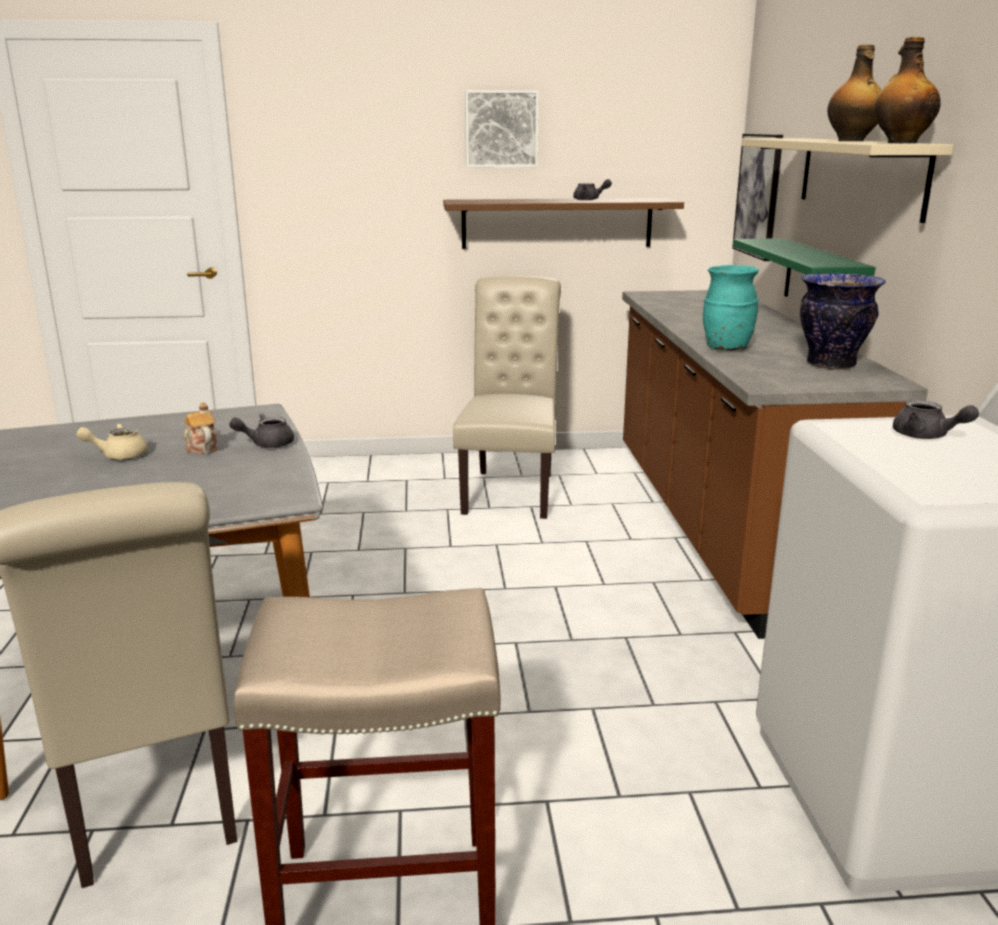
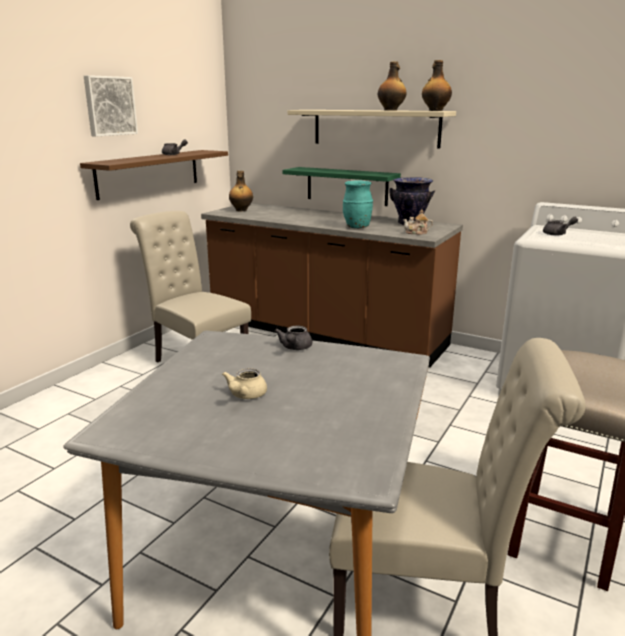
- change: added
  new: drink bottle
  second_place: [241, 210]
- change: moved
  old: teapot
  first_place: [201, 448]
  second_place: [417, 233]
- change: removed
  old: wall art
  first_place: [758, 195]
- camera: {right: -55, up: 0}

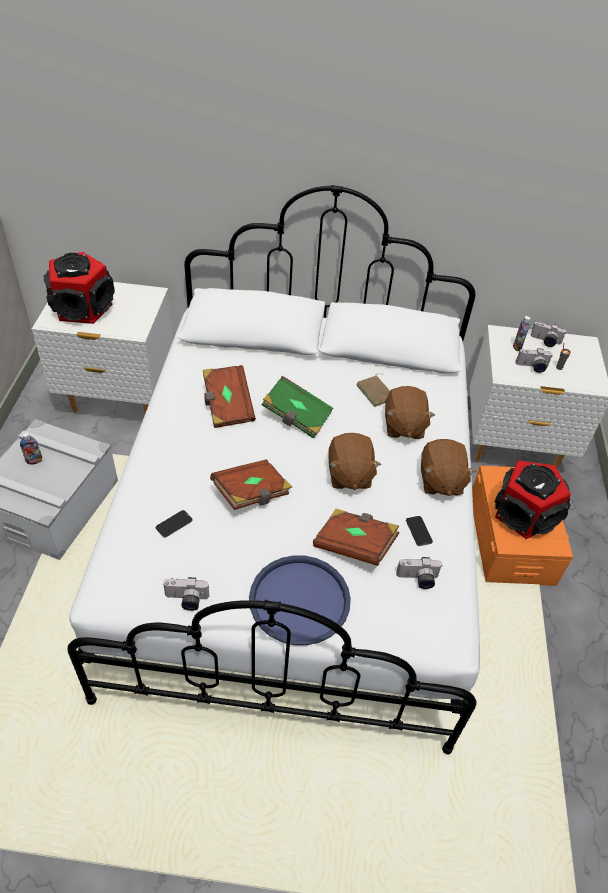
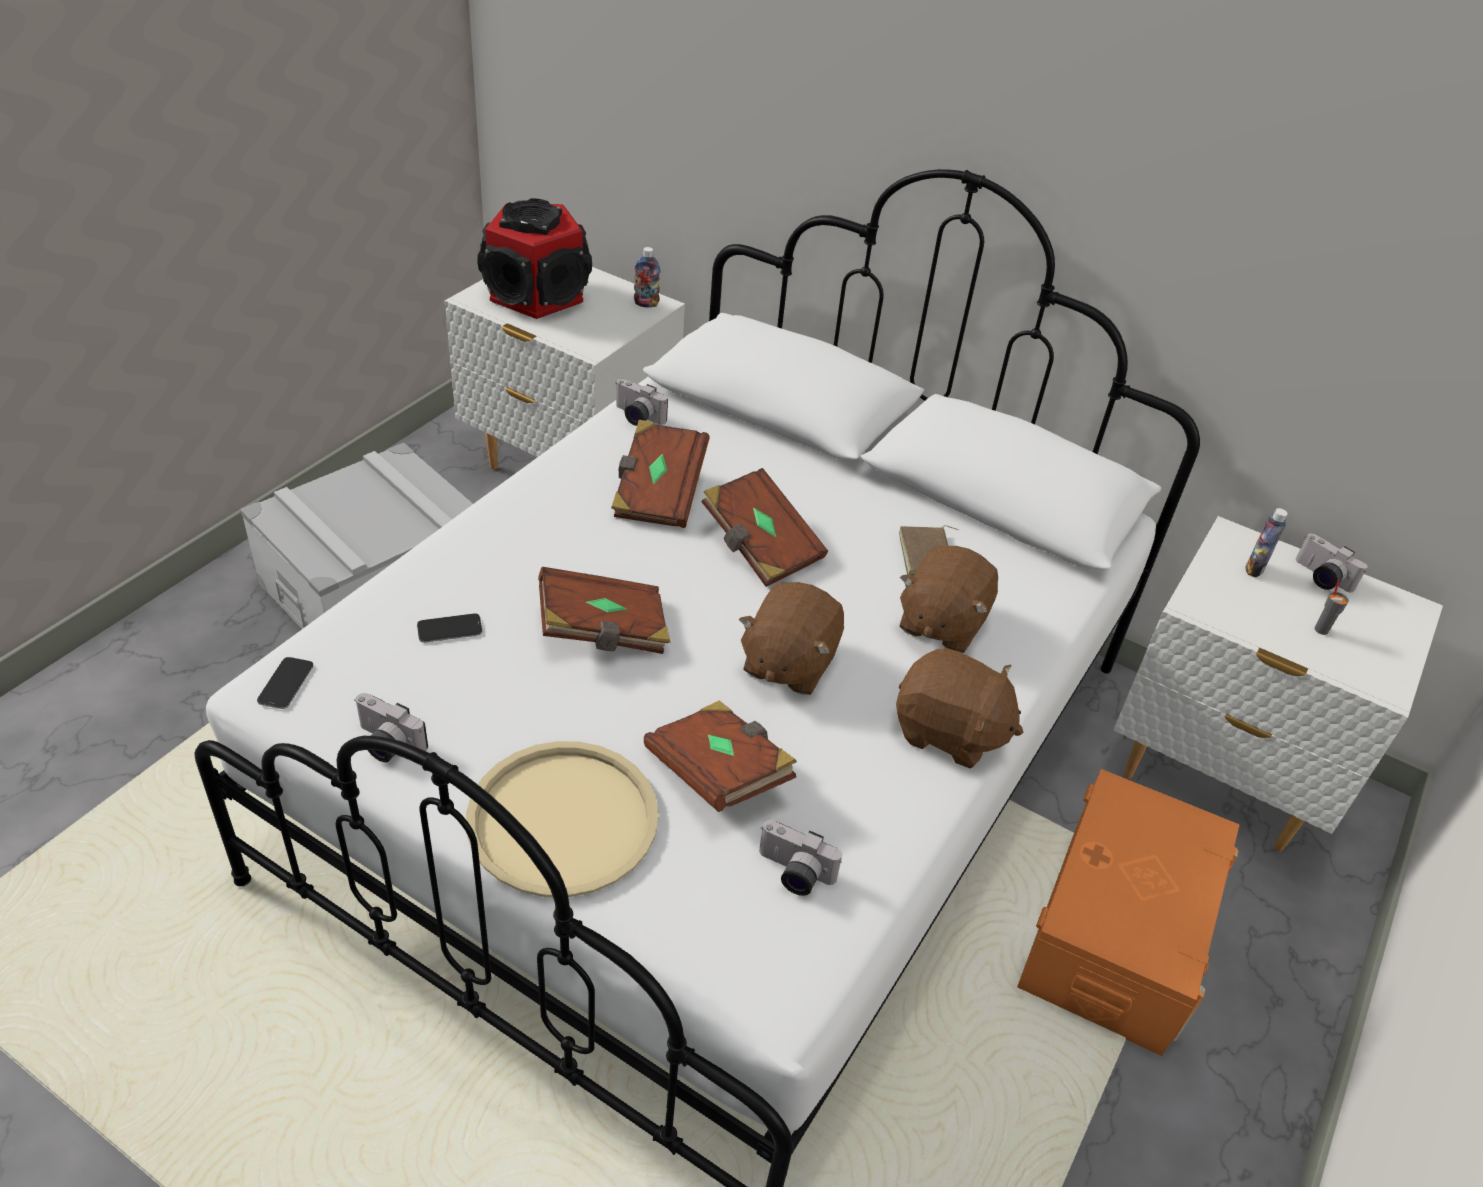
- change: moved
  old: phone
  first_place: [418, 531]
  second_place: [286, 684]
- change: recoloured
  old: blue tray
  new: sand-coloured tray
  first_place: [299, 600]
  second_place: [562, 819]
- change: moved
  old: still camera
  first_place: [532, 367]
  second_place: [636, 417]
- change: moved
  old: drink bottle
  first_place: [34, 461]
  second_place: [646, 304]
- change: recoloured
  old: green-coloured volume
  new: brown volume
  first_place: [296, 417]
  second_place: [760, 546]
- change: turned
  old: brown plush toy
  first_place: [440, 481]
  second_place: [949, 733]
  degrees: -90
- change: removed
  old: audio speaker
  first_place: [524, 514]
- camera: {right: 25, up: -5}

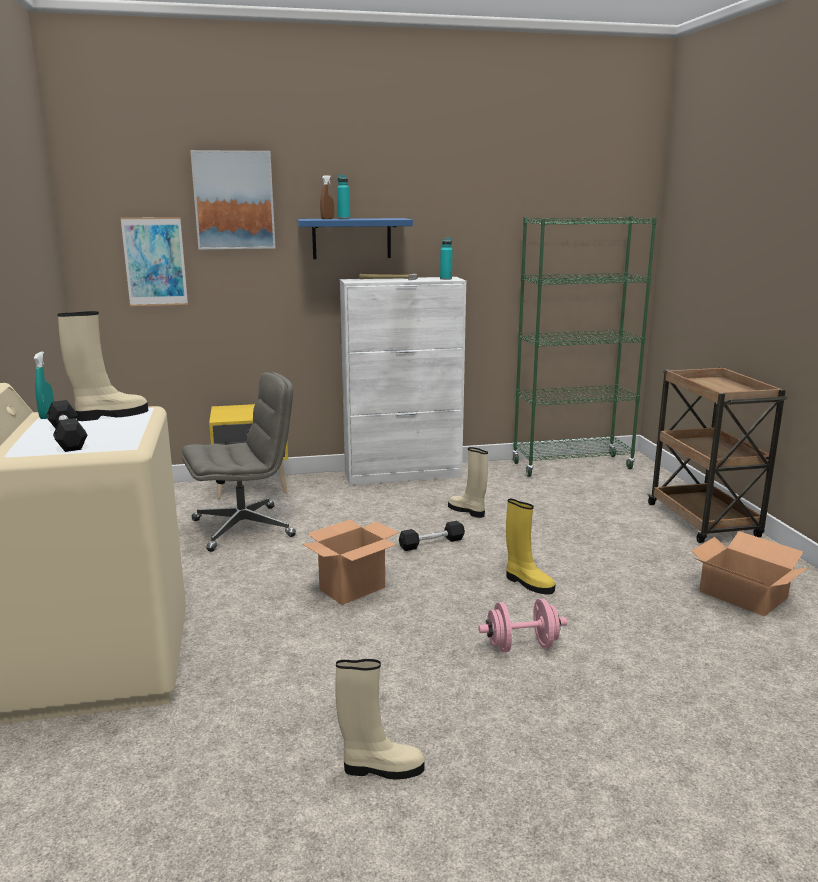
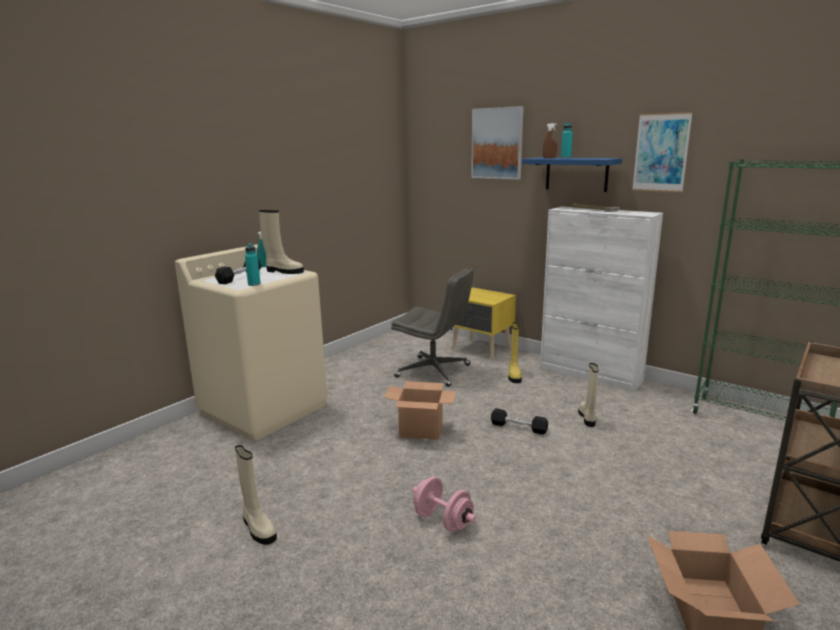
- change: moved
  old: turquoise drink bottle
  first_place: [446, 279]
  second_place: [254, 284]
- change: moved
  old: yellow-coloured high-top boot
  first_place: [528, 583]
  second_place: [514, 375]
- change: moved
  old: wall art
  first_place: [155, 261]
  second_place: [661, 152]
- camera: {right: 50, up: 0}

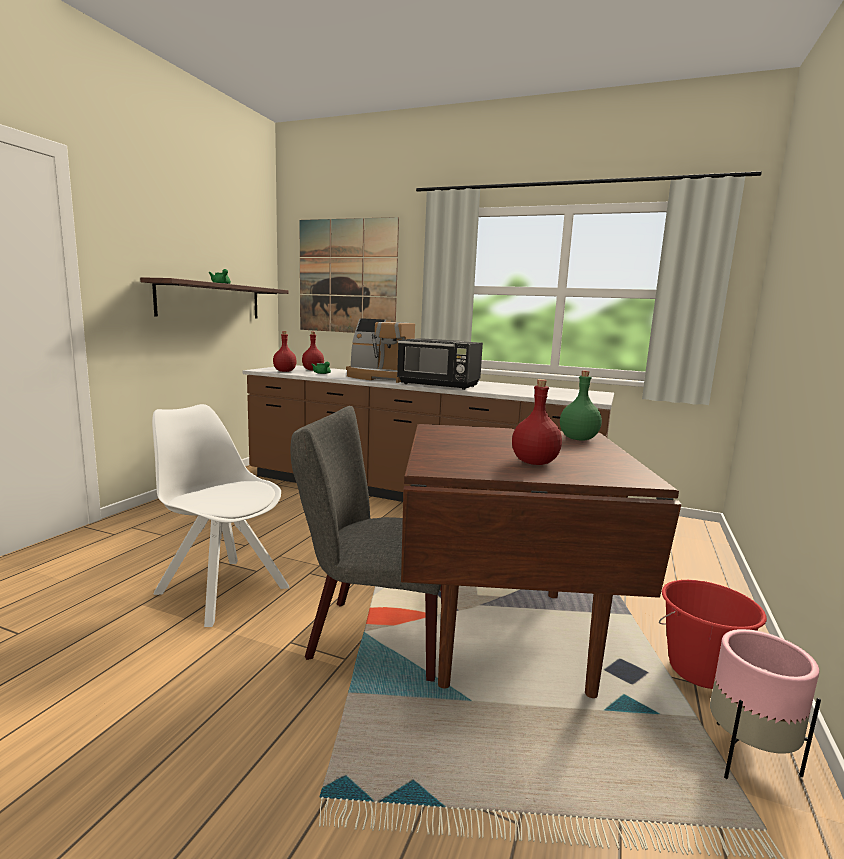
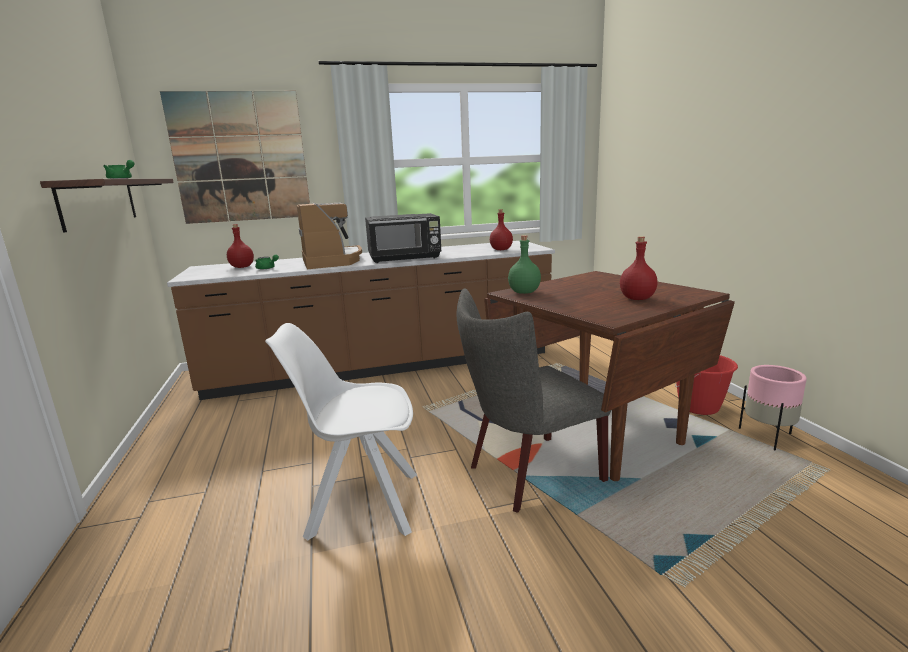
- change: turned
  old: coffee machine
  first_place: [380, 377]
  second_place: [332, 261]
  degrees: -90
- change: moved
  old: reddish drink bottle
  first_place: [285, 371]
  second_place: [501, 249]
- change: moved
  old: green-coloured drink bottle
  first_place: [578, 439]
  second_place: [523, 292]
- camera: {right: -35, up: 5}

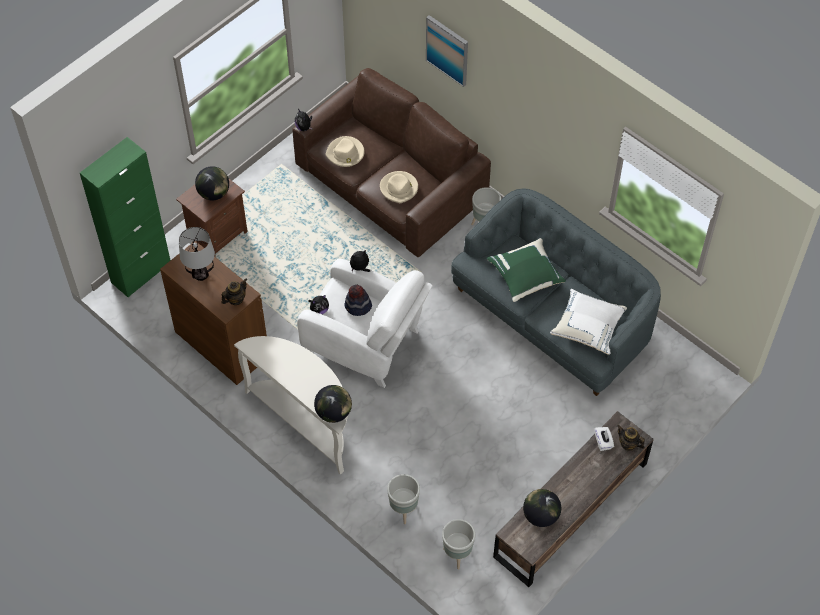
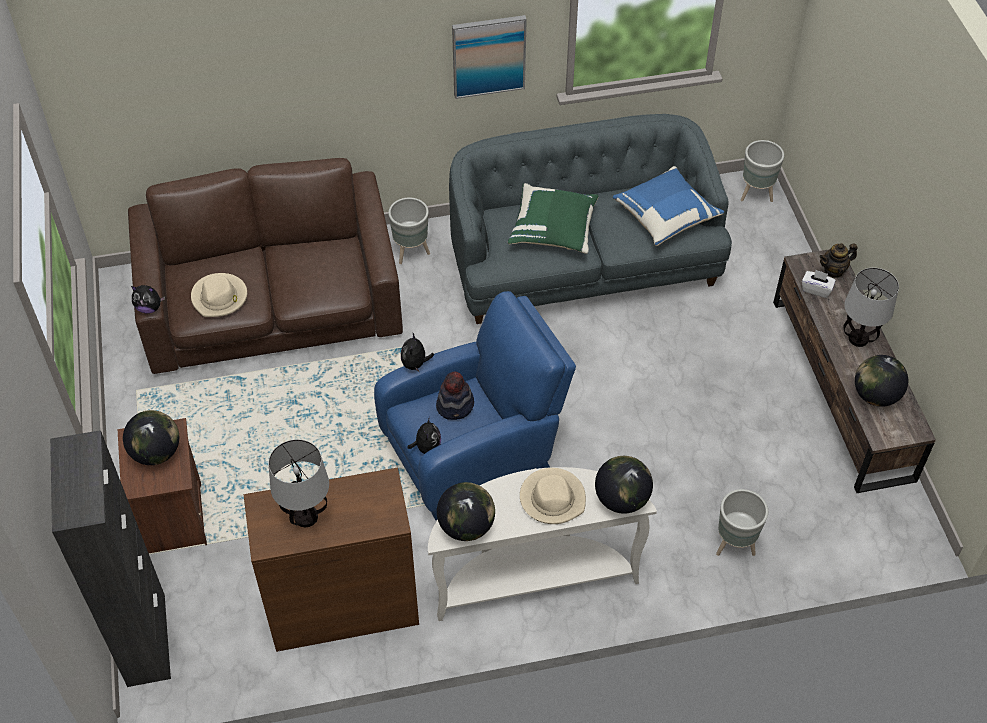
- change: recoloured
  old: green-coloured cabinet
  new: blackish cabinet
  first_place: [141, 273]
  second_place: [146, 640]
- change: recoloured
  old: white-coloured armchair
  new: blue armchair
  first_place: [366, 344]
  second_place: [474, 452]
- change: added
  new: globe
  second_place: [466, 526]
- change: moved
  old: wall art
  first_place: [447, 50]
  second_place: [488, 56]
- change: moved
  old: sand-coloured hat
  first_place: [399, 188]
  second_place: [552, 498]
- change: recoloured
  old: white-coloured throw pillow
  new: blue throw pillow
  first_place: [588, 327]
  second_place: [665, 217]
- change: moved
  old: greyish planter
  first_place: [457, 555]
  second_place: [756, 195]
- change: added
  new: tabletop lamp
  second_place: [859, 338]
- change: removed
  old: teapot
  first_place: [235, 299]
- camera: {right: -55, up: -5}

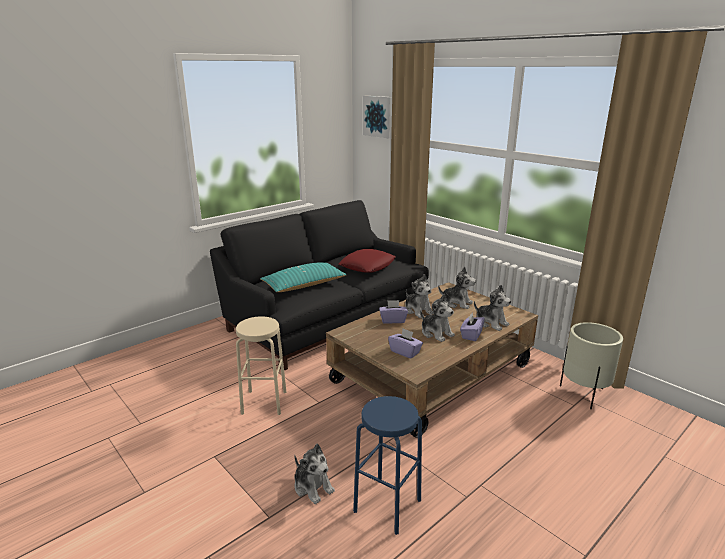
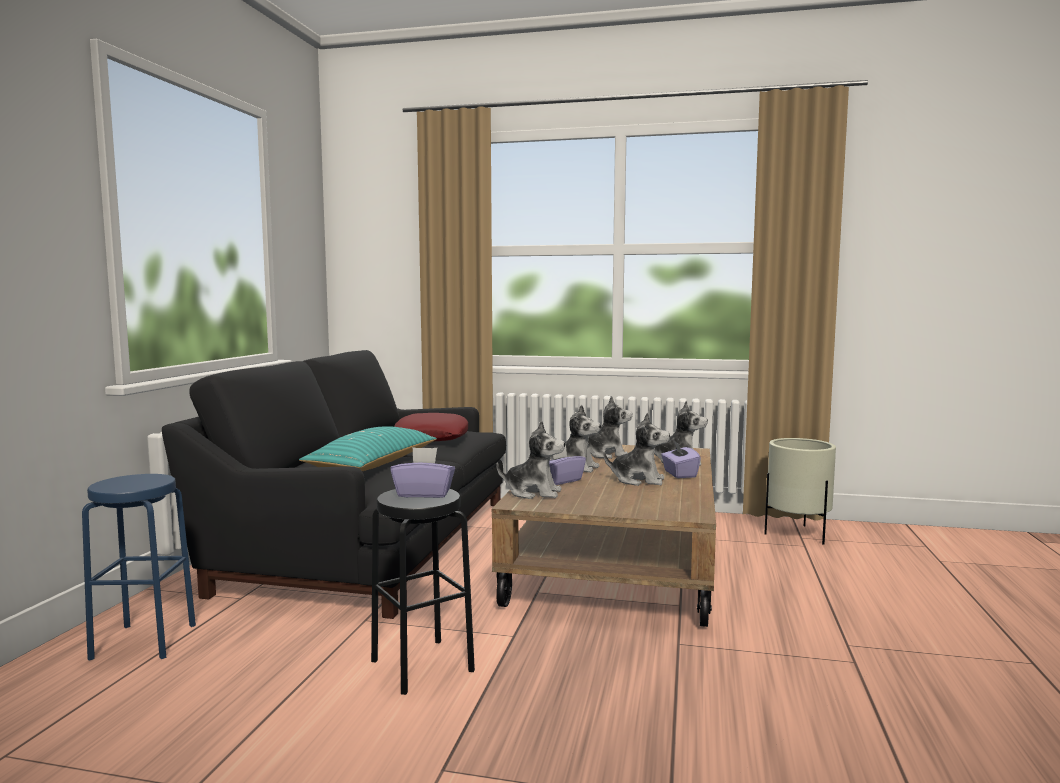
- change: moved
  old: blue stool seat
  first_place: [387, 505]
  second_place: [144, 641]
- change: recoloured
  old: sand-coloured stool seat
  new: blackish stool seat
  first_place: [264, 402]
  second_place: [422, 665]
- change: moved
  old: purplish box of tissues
  first_place: [405, 352]
  second_place: [424, 493]
- change: moved
  old: plush toy
  first_place: [313, 487]
  second_place: [533, 493]
- change: removed
  old: wall art
  first_place: [379, 116]
- camera: {right: -35, up: -15}

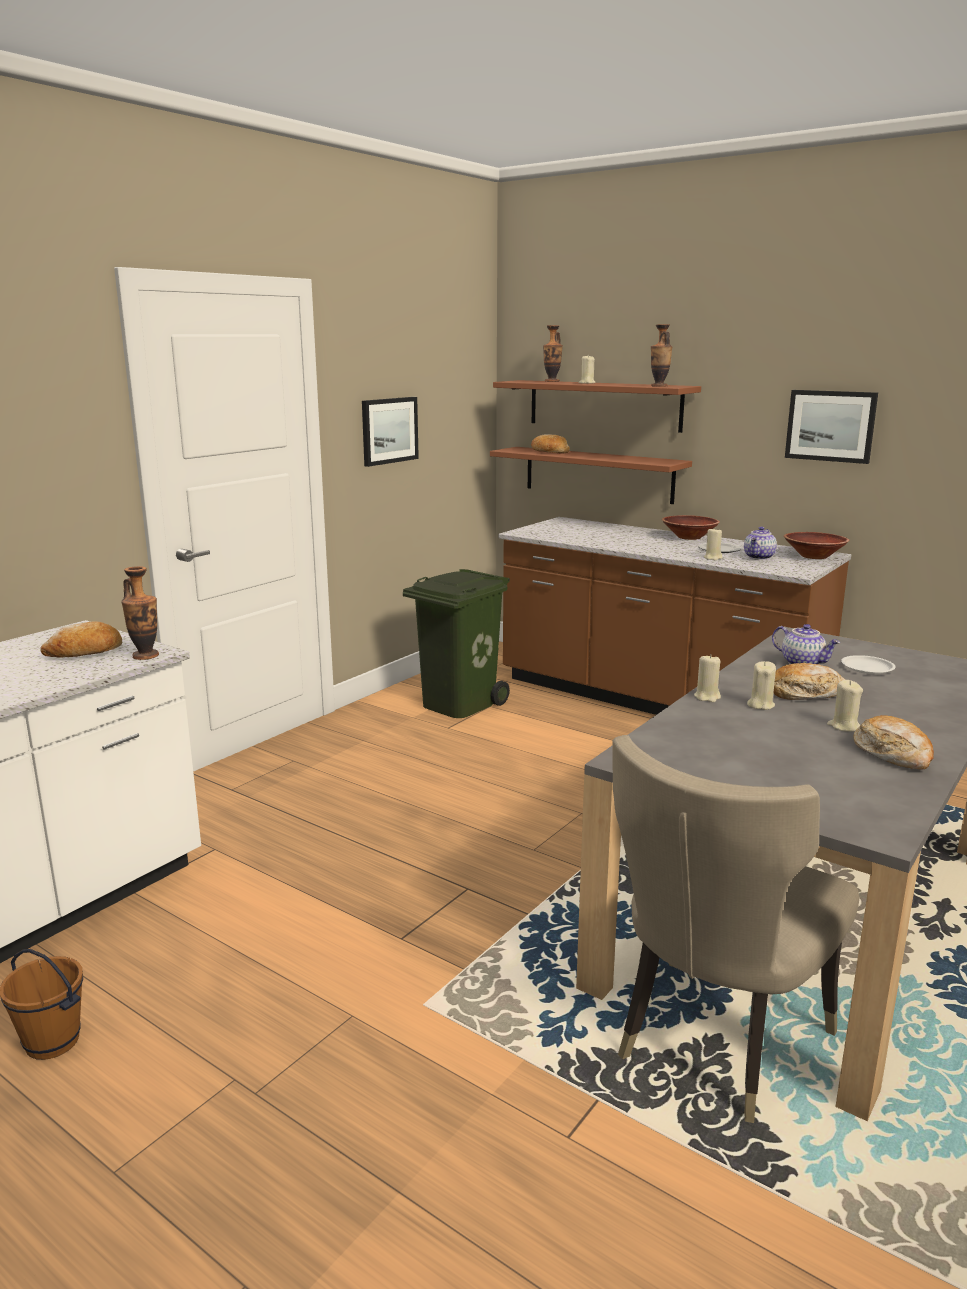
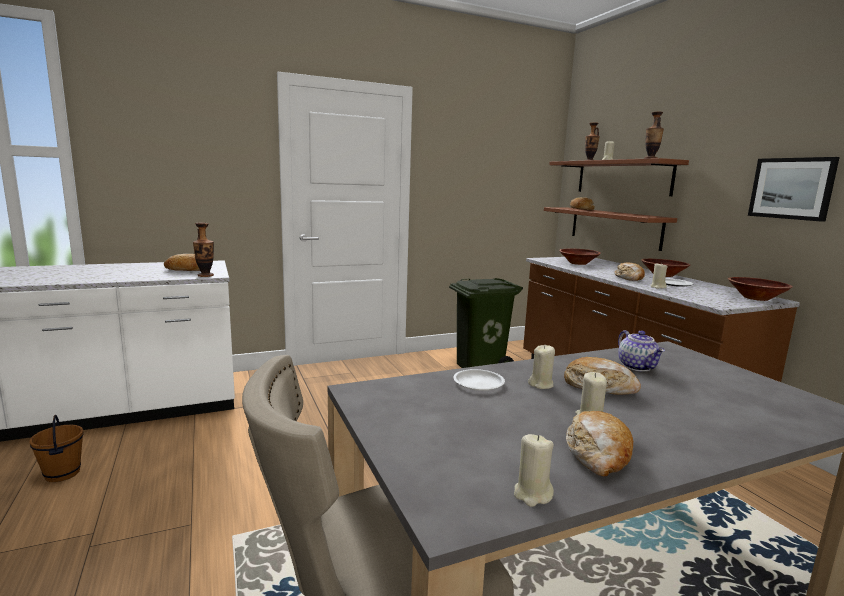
- change: moved
  old: white-coloured plate
  first_place: [867, 668]
  second_place: [479, 383]
- change: moved
  old: sand-coloured wax candle
  first_place: [707, 697]
  second_place: [532, 494]
- change: added
  new: brown bowl
  second_place: [578, 263]
- change: added
  new: bread
  second_place: [629, 278]
- change: removed
  old: wall art
  first_place: [389, 430]
- change: removed
  old: teapot
  first_place: [759, 557]
- camera: {right: 30, up: -5}

